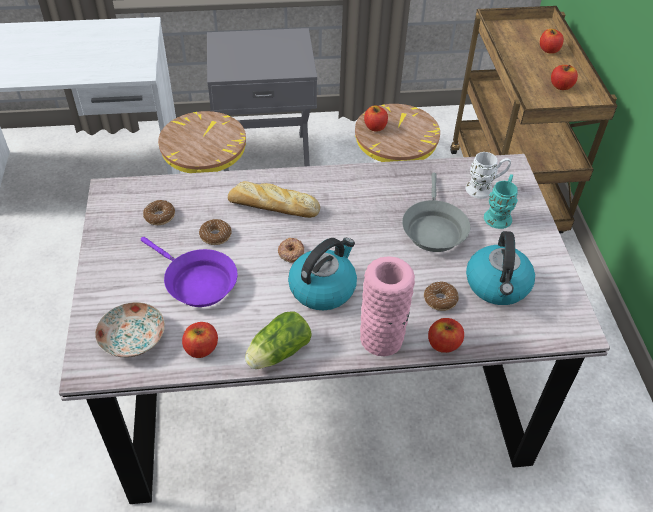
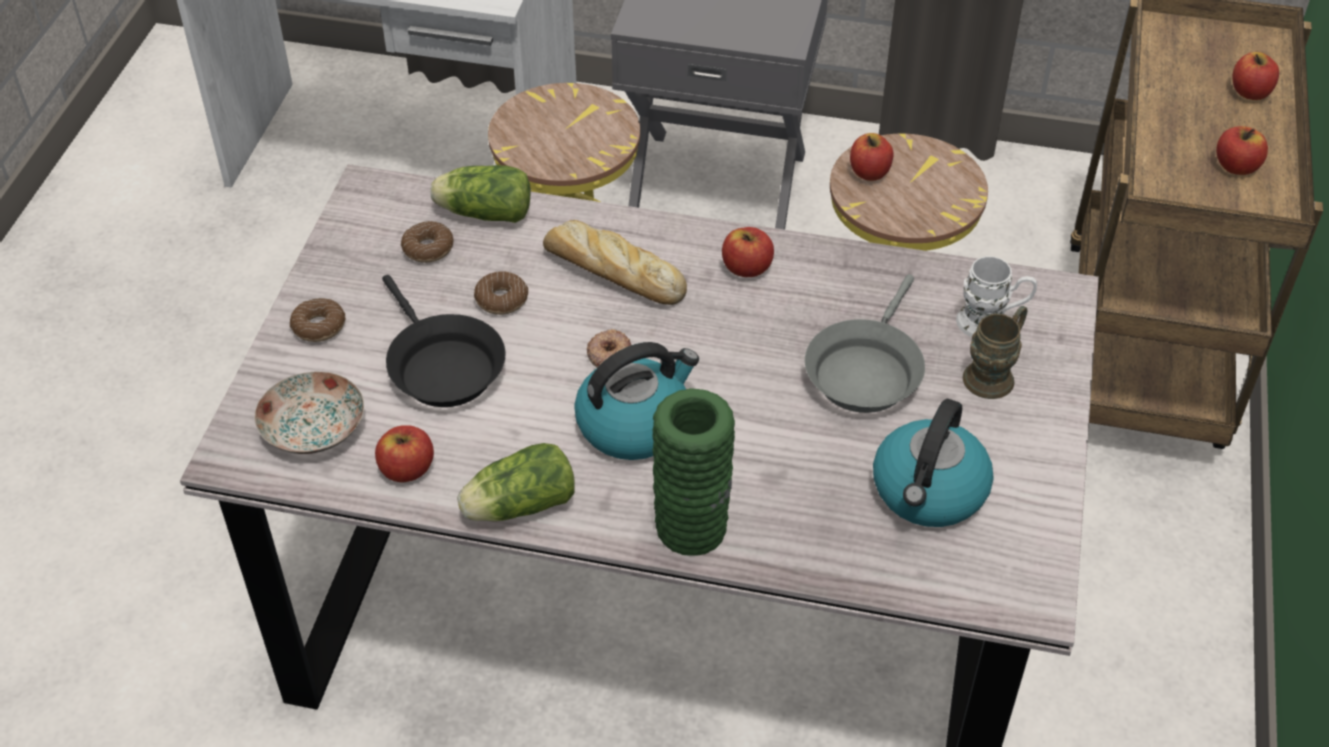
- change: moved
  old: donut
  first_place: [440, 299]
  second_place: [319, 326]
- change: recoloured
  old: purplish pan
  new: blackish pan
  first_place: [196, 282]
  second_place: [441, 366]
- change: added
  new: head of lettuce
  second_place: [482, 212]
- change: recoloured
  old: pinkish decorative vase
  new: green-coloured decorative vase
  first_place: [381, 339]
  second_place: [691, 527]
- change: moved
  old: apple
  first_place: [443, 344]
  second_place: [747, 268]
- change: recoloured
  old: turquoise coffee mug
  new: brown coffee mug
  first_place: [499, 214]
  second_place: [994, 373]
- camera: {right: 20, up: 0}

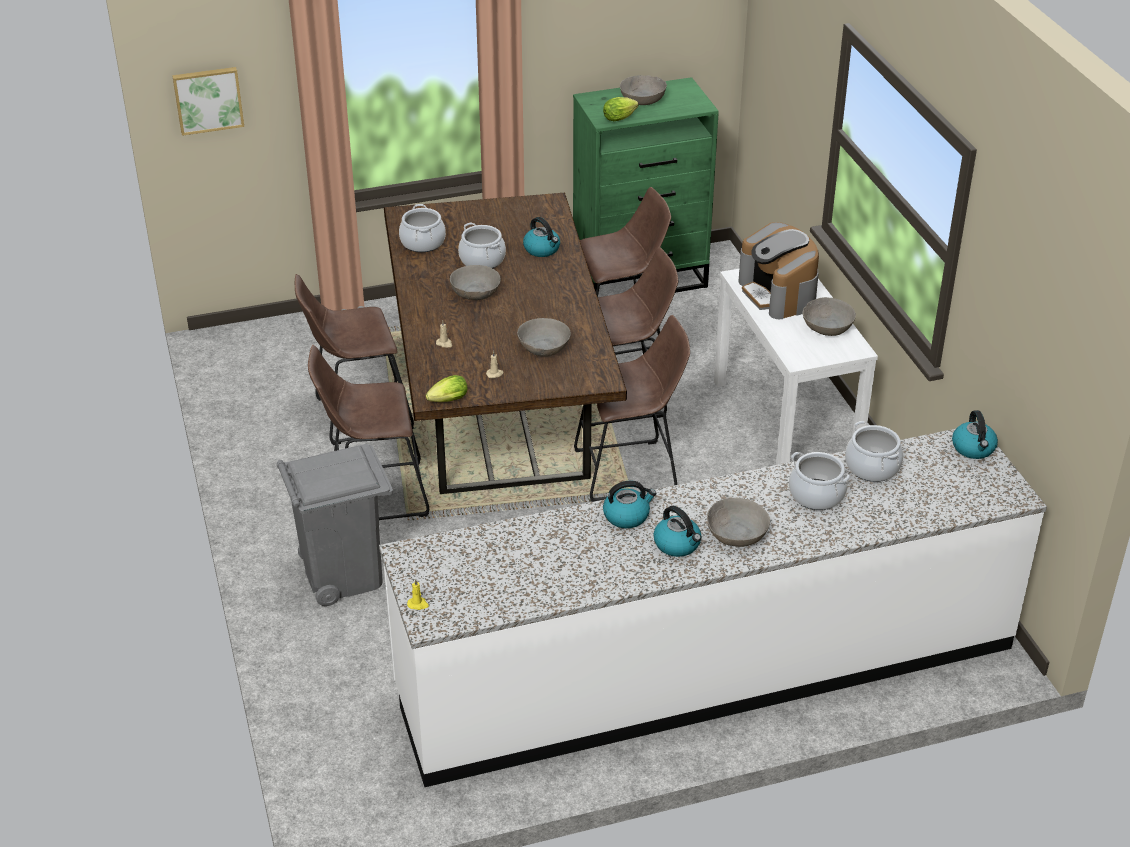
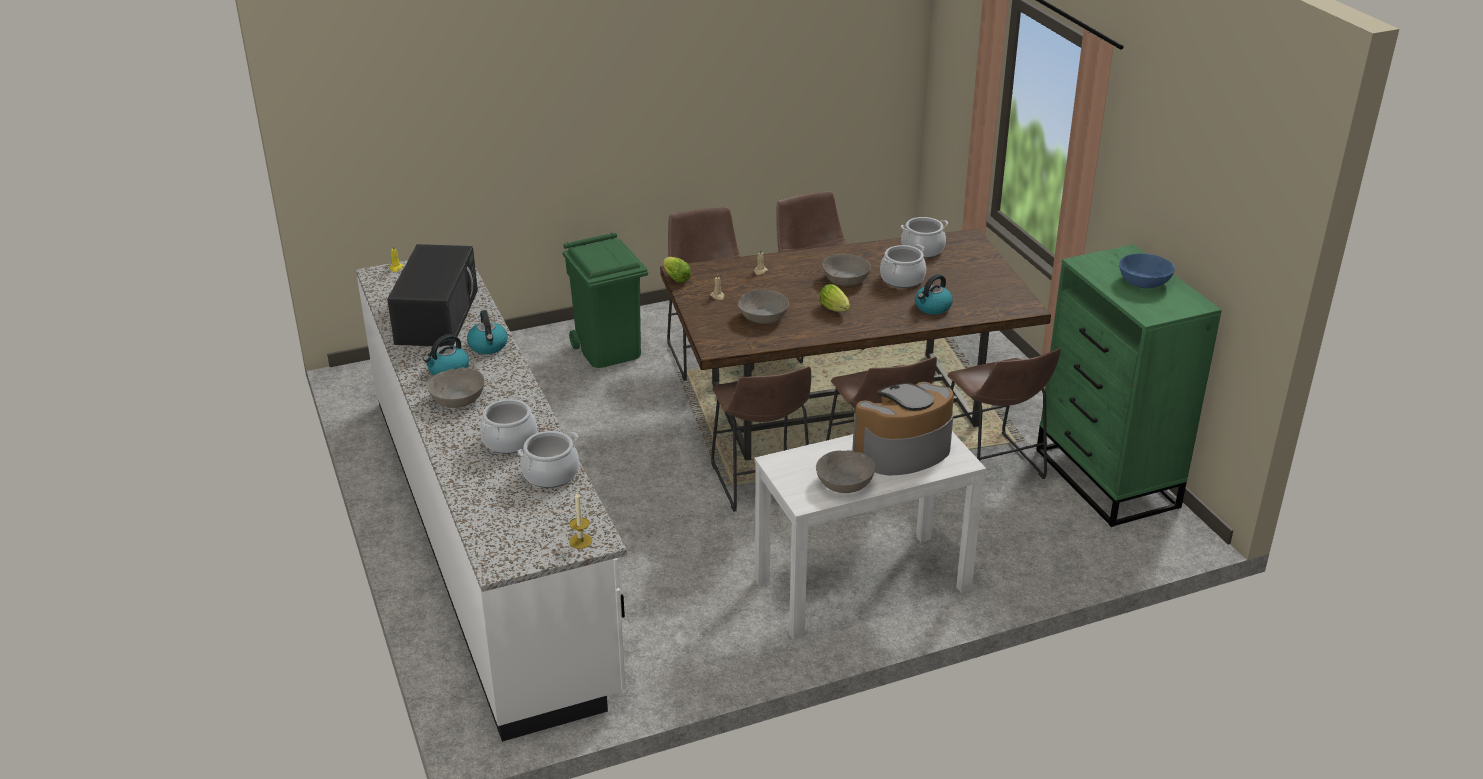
- change: added
  new: blackish microwave oven
  second_place: [437, 315]
- change: recoloured
  old: greyish trash can
  new: green-coloured trash can
  first_place: [343, 574]
  second_place: [609, 350]
- change: replaced
  old: water kettle
  new: wax candle
  first_place: [973, 448]
  second_place: [580, 541]
- change: moved
  old: head of lettuce
  first_place: [621, 118]
  second_place: [836, 310]
- change: recoloured
  old: greyish bowl
  new: blue bowl
  first_place: [642, 99]
  second_place: [1144, 281]
- change: removed
  old: wall art
  first_place: [208, 99]
- camera: {right: 85, up: -5}

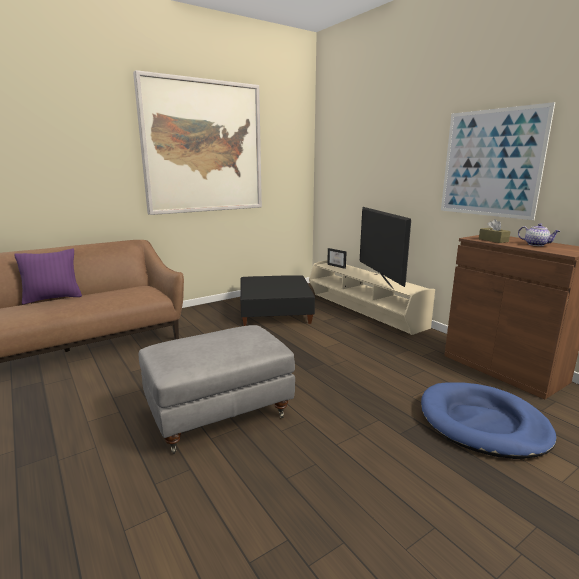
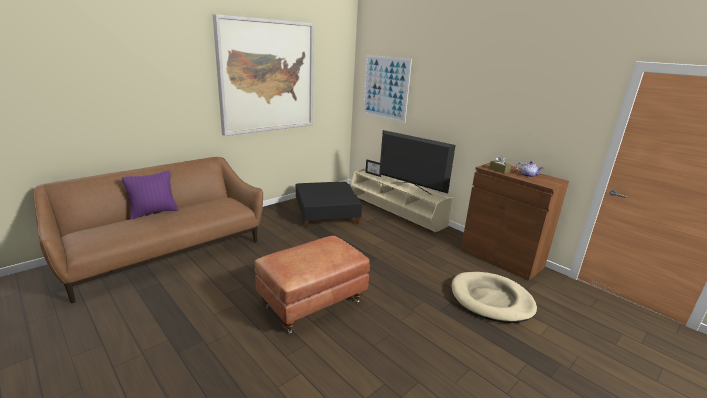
- change: recoloured
  old: greyish pouffe
  new: brown pouffe
  first_place: [219, 414]
  second_place: [312, 303]
- change: moved
  old: wall art
  first_place: [490, 163]
  second_place: [385, 88]
- change: turned
  old: TV
  first_place: [380, 280]
  second_place: [410, 189]
  degrees: 150
- change: recoloured
  old: blue pet bed
  new: sand-coloured pet bed
  first_place: [482, 423]
  second_place: [491, 300]
- camera: {right: -10, up: 5}

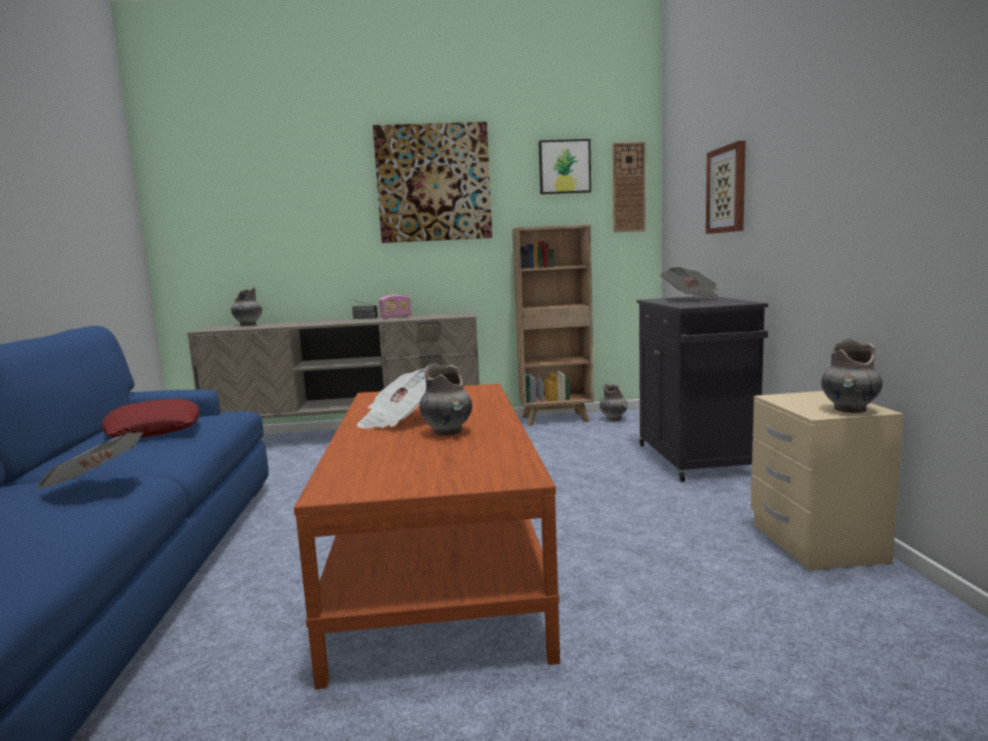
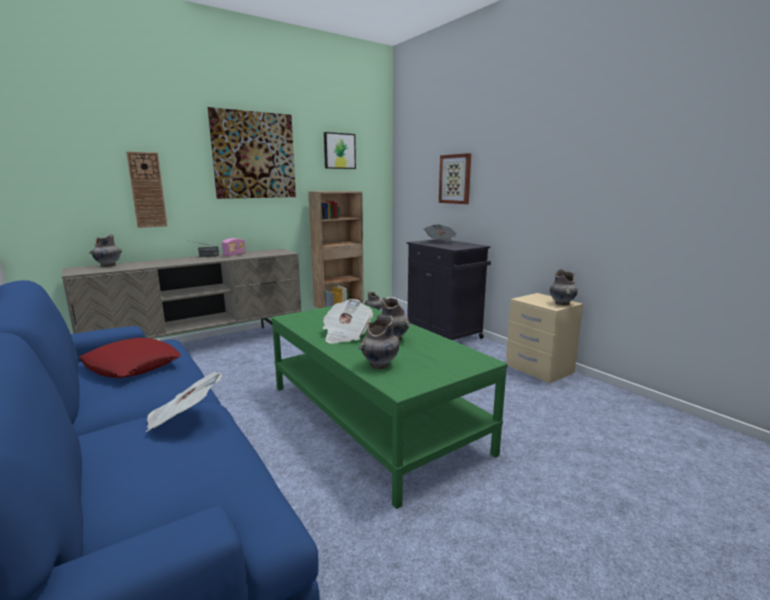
- change: moved
  old: clock on the wall
  first_place: [628, 187]
  second_place: [147, 190]
- change: recoloured
  old: brown coffee table
  new: green-coloured coffee table
  first_place: [437, 558]
  second_place: [372, 417]
- change: added
  new: greyish decorative vase
  second_place: [379, 365]
- camera: {right: -30, up: 5}

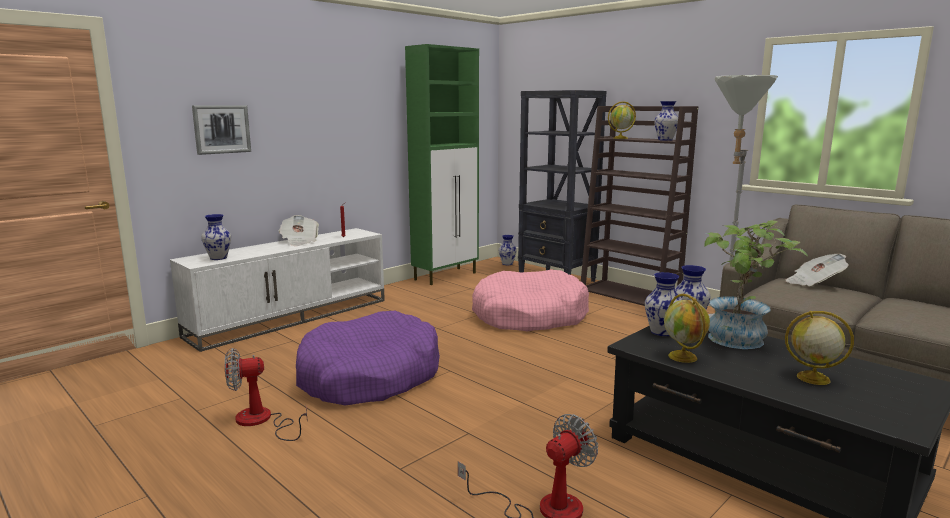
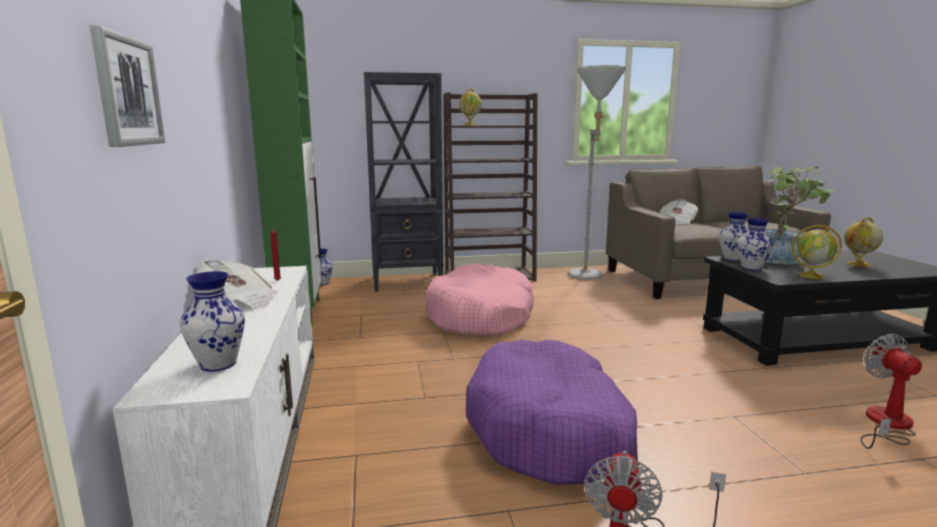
- change: removed
  old: decorative vase
  first_place: [665, 140]
- camera: {right: -55, up: 0}

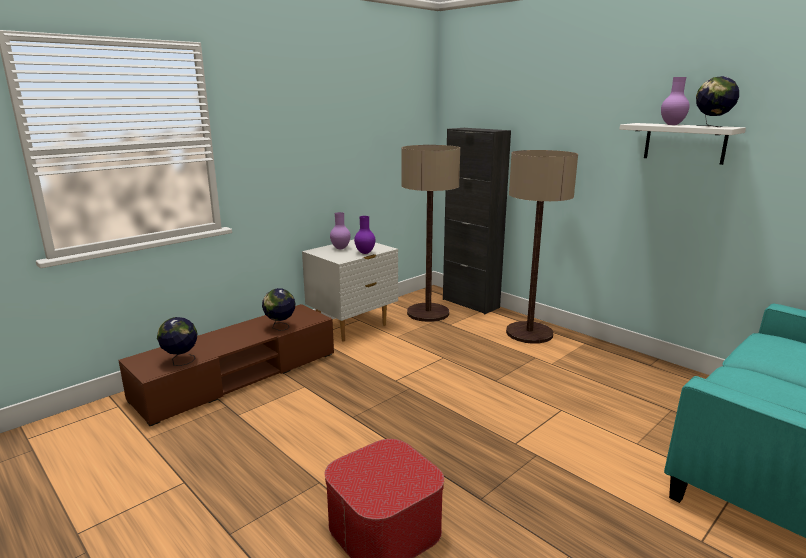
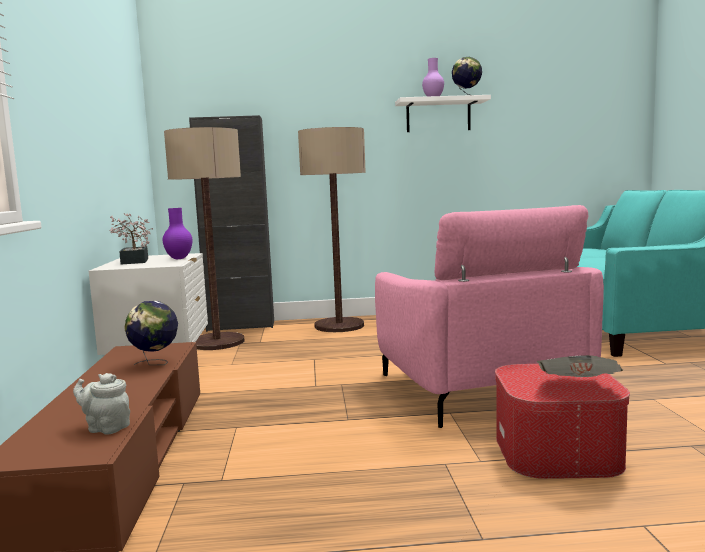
- change: replaced
  old: globe
  new: greyish teapot
  first_place: [181, 361]
  second_place: [106, 428]
- change: replaced
  old: purplish decorative vase
  new: houseplant
  first_place: [340, 248]
  second_place: [133, 262]
- change: added
  new: pinkish armchair
  second_place: [479, 388]
- change: added
  new: newspaper
  second_place: [578, 389]
- camera: {right: -50, up: -10}

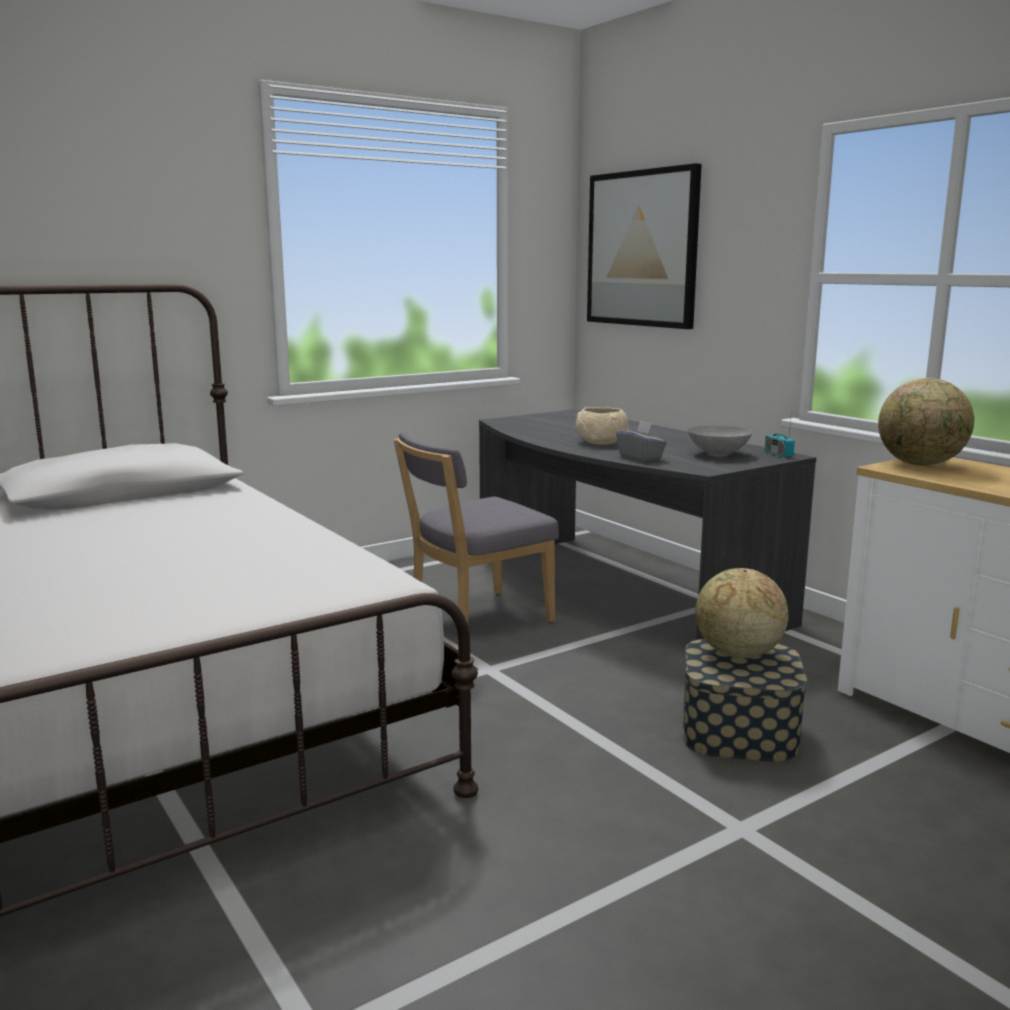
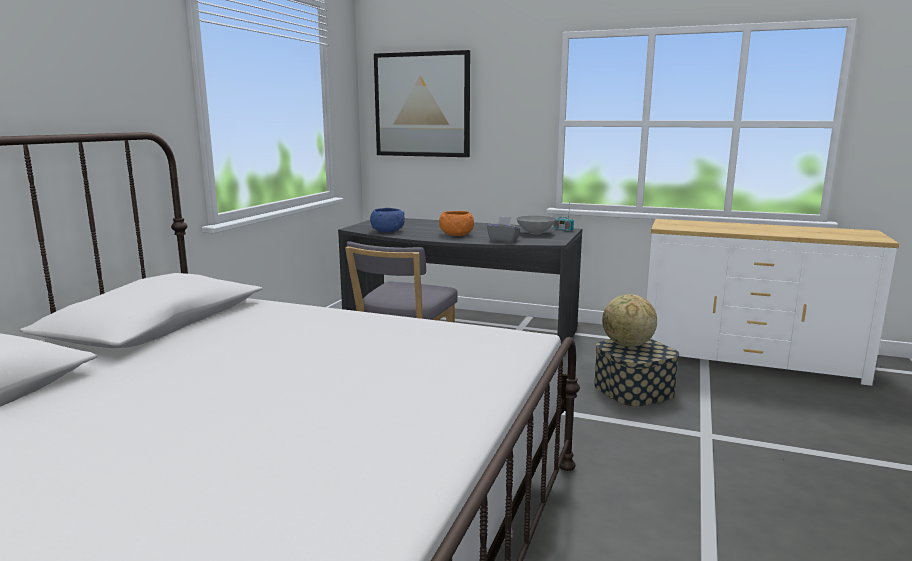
- change: added
  new: blue bowl
  second_place: [387, 231]
- change: recoloured
  old: sand-coloured bowl
  new: orange bowl
  first_place: [601, 442]
  second_place: [456, 234]
- change: removed
  old: globe
  first_place: [921, 464]
- camera: {right: -35, up: 0}

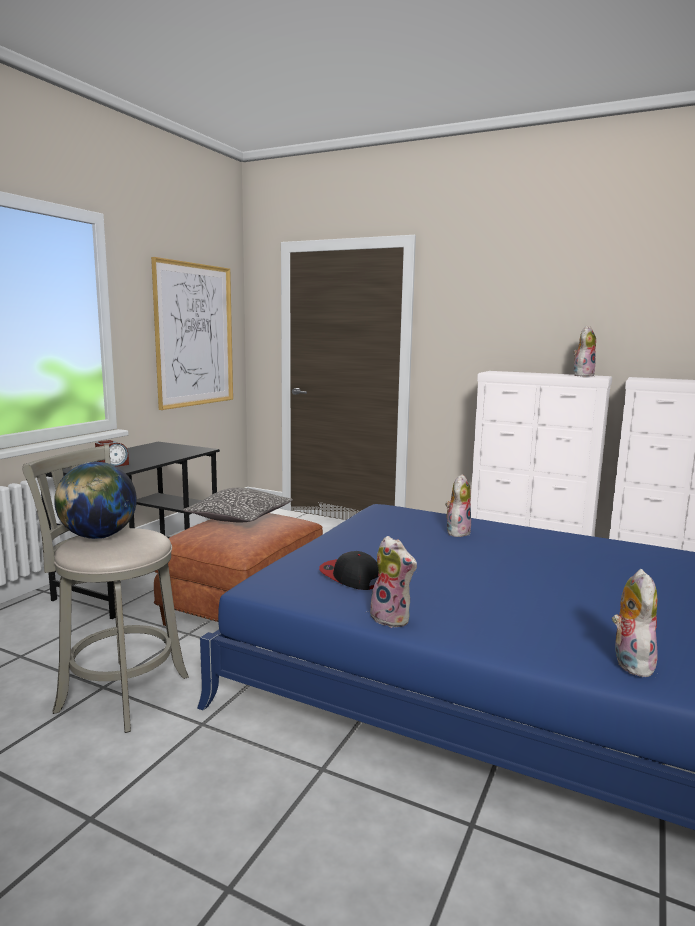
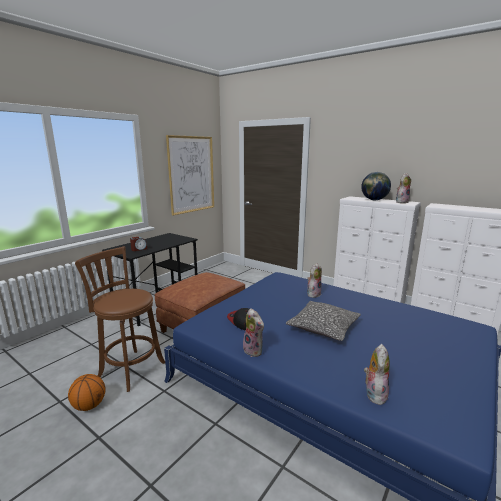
- change: added
  new: basketball ball
  second_place: [89, 406]
- change: recoloured
  old: greyish stool seat
  new: brown stool seat
  first_place: [118, 692]
  second_place: [130, 368]
- change: moved
  old: throw pillow
  first_place: [240, 517]
  second_place: [323, 327]
- change: moved
  old: globe
  first_place: [98, 537]
  second_place: [374, 200]
- camera: {right: 10, up: 5}

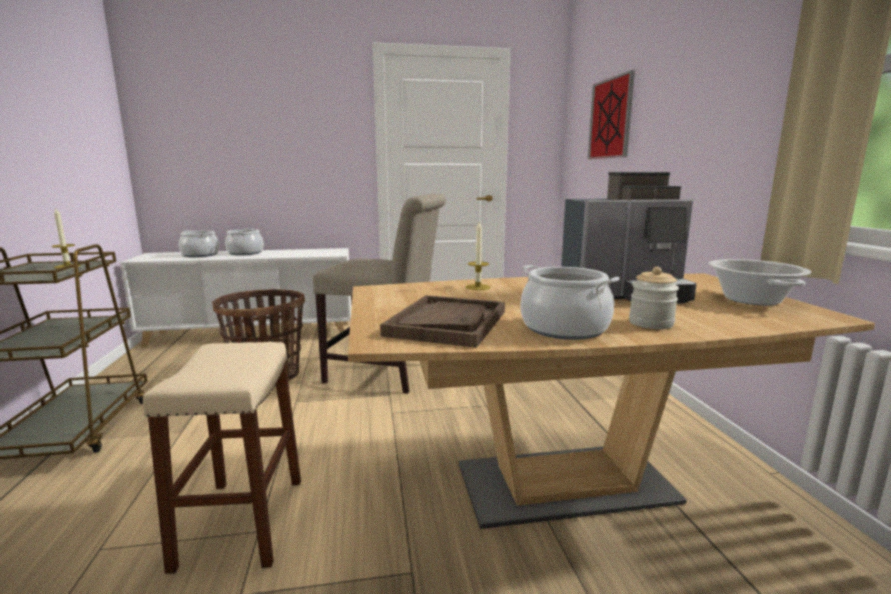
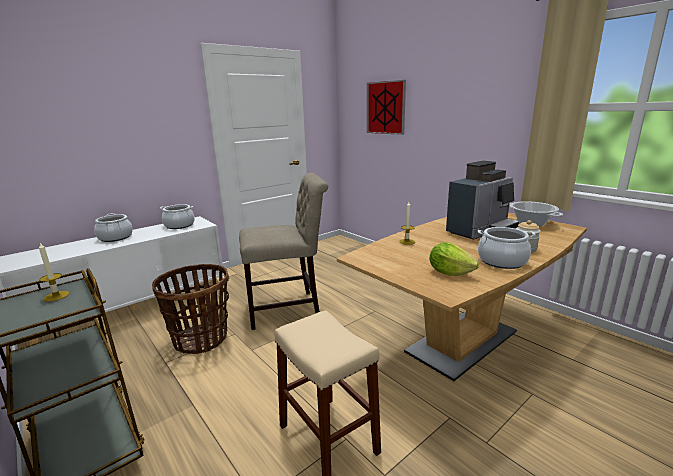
- change: moved
  old: cooking pot
  first_place: [200, 255]
  second_place: [179, 225]
- change: replaced
  old: brown tray
  new: head of lettuce
  first_place: [447, 323]
  second_place: [449, 272]
- camera: {right: -30, up: 5}

